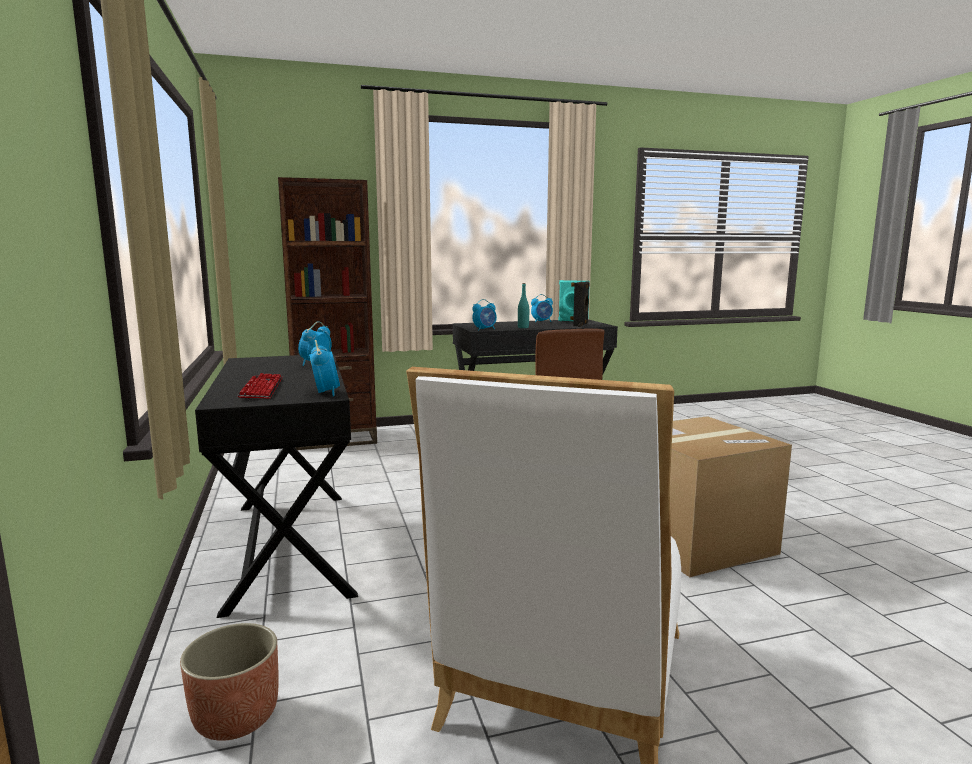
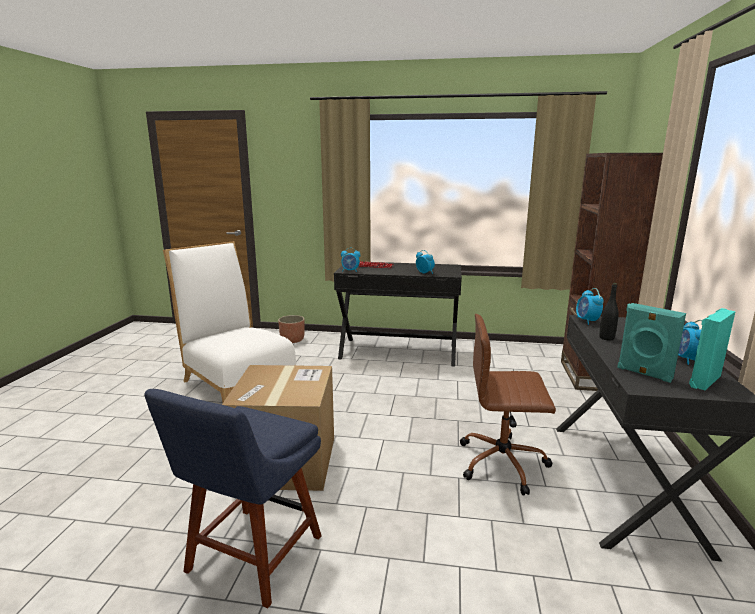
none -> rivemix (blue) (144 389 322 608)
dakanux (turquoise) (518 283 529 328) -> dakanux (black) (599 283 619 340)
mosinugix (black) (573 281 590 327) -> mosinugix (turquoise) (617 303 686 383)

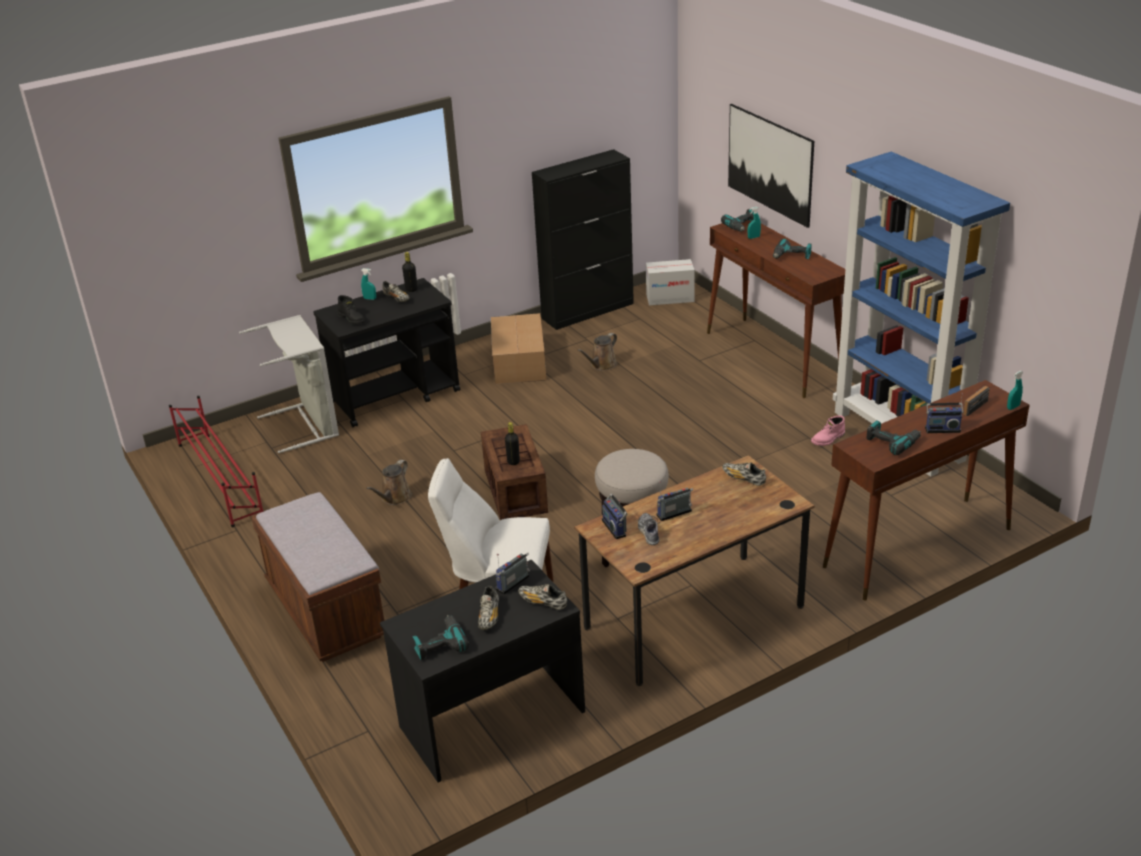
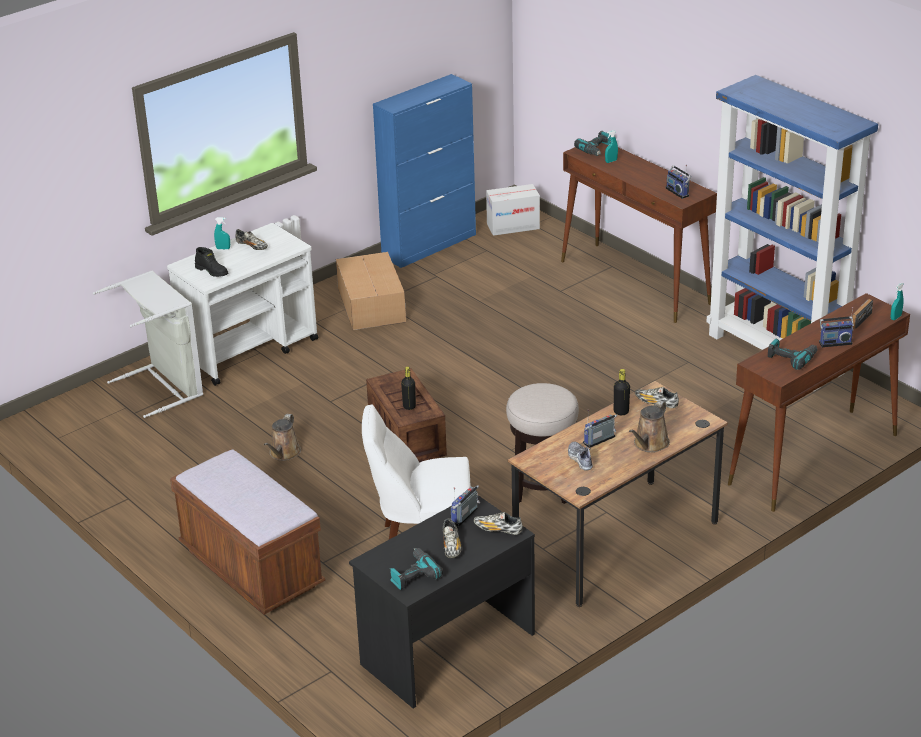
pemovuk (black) (313 278 460 427) -> pemovuk (white) (167 223 318 386)
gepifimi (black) (532 149 634 330) -> gepifimi (blue) (373 74 476 268)
dakanux (black) (402 252 418 292) -> dakanux (black) (614 369 630 415), move
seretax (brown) (577 333 617 371) -> seretax (brown) (629 400 670 453), move
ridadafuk (602 494 628 539) -> ridadafuk (665 165 691 199), move
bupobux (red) (169 396 263 527) -> none
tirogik (728 104 814 228) -> none
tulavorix (773 239 812 259) -> none
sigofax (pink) (811 415 845 446) -> none

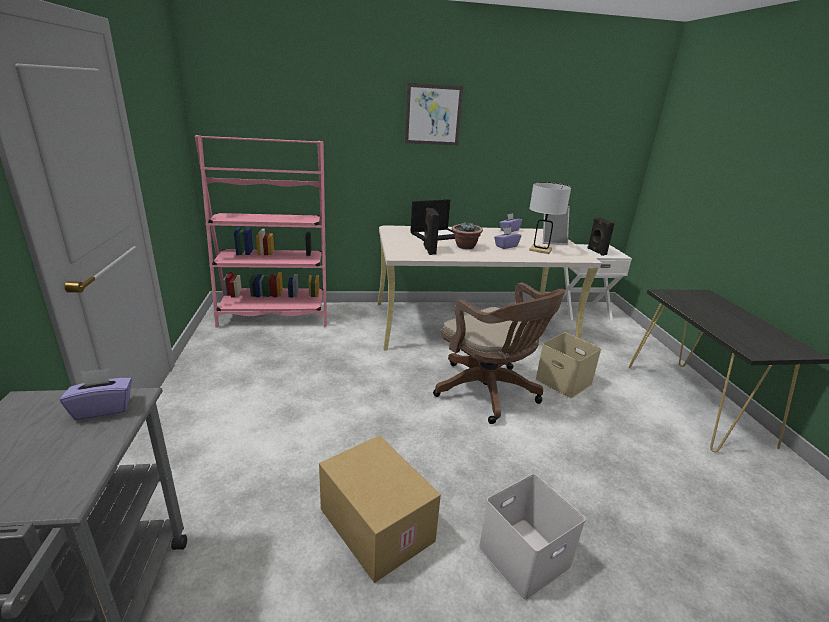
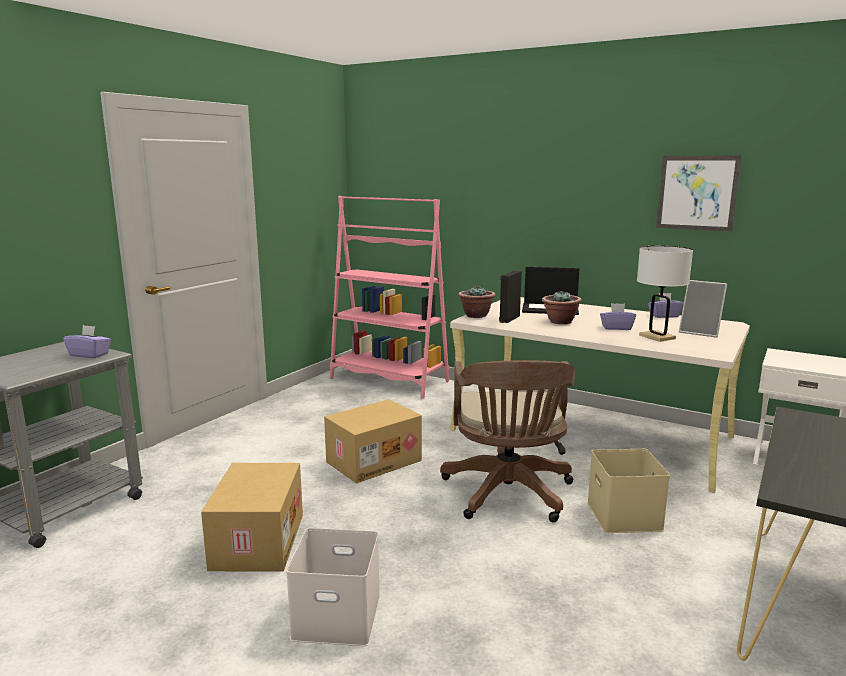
none -> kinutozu (324 399 422 483)
none -> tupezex (458 285 495 318)
tirogik (405 83 463 146) -> tirogik (656 155 742 232), move
mosinugix (black) (587 217 615 256) -> none

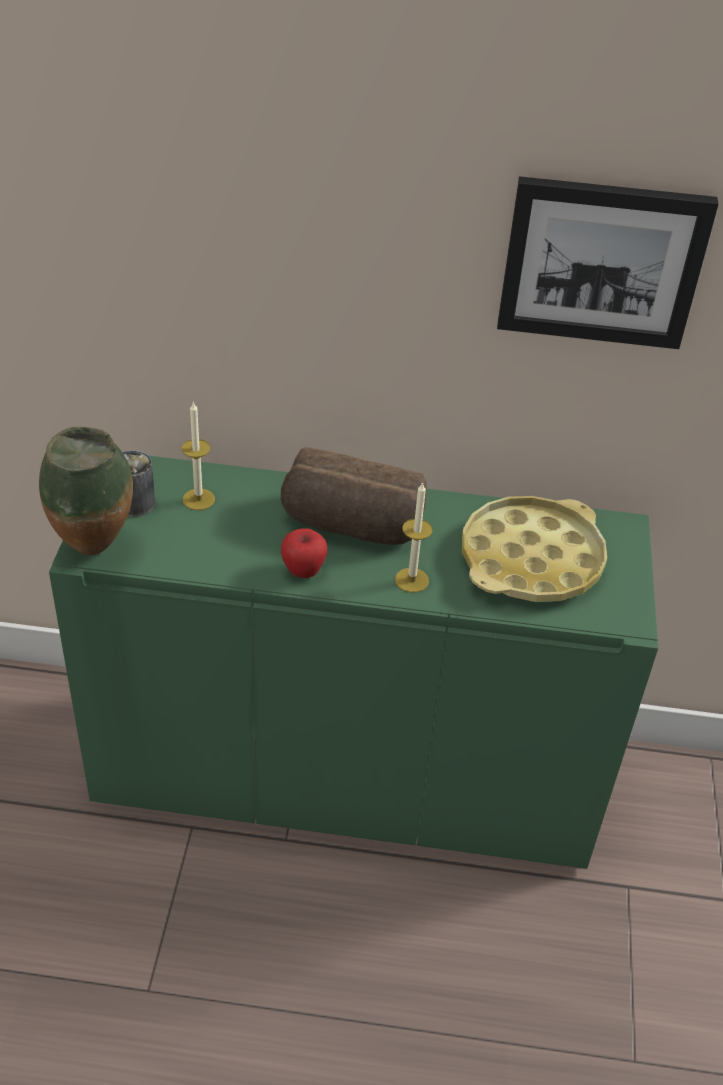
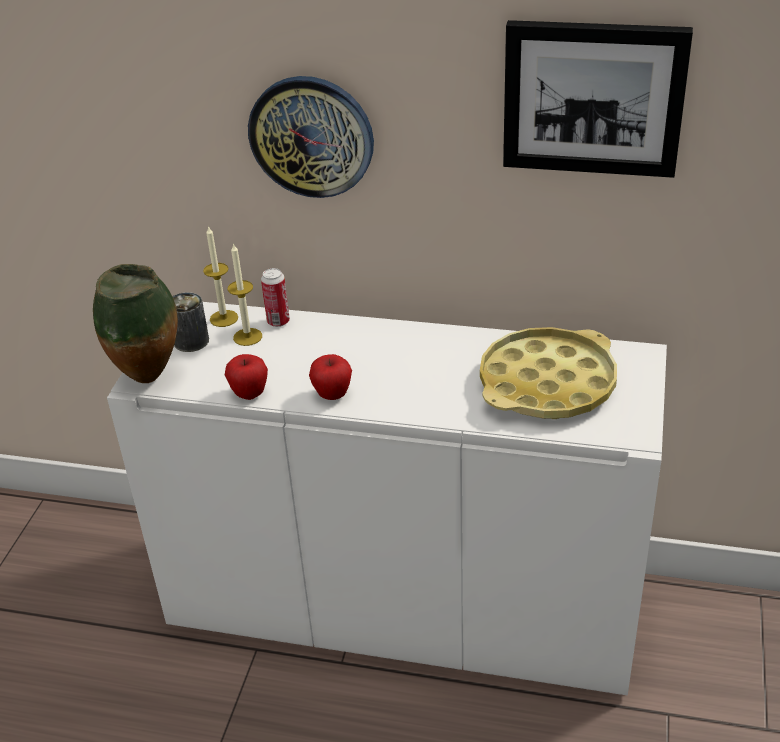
gepifimi (green) (49 456 658 869) -> gepifimi (white) (107 302 667 696)
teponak (395 482 433 592) -> teponak (203 225 238 327), move
none -> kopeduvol (225 354 268 400)
none -> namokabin (248 76 374 198)
none -> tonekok (261 268 290 327)
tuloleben (281 447 427 545) -> none

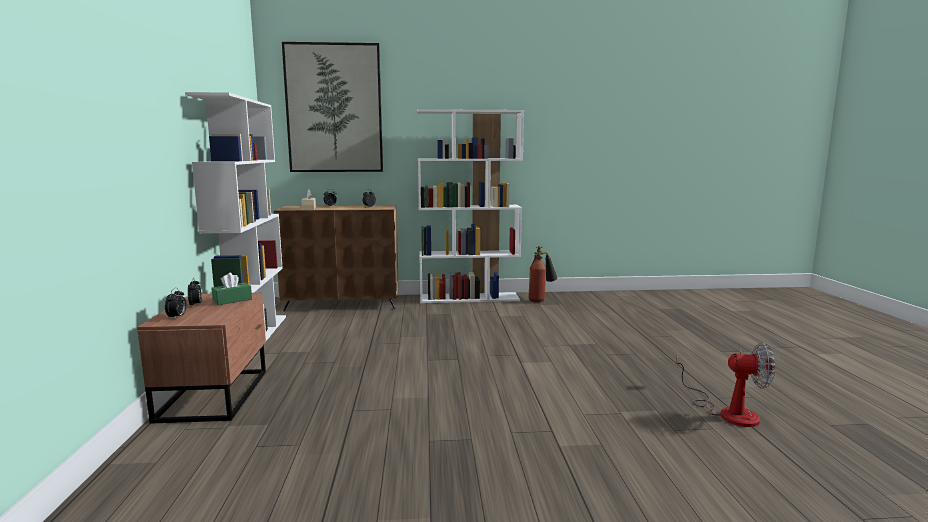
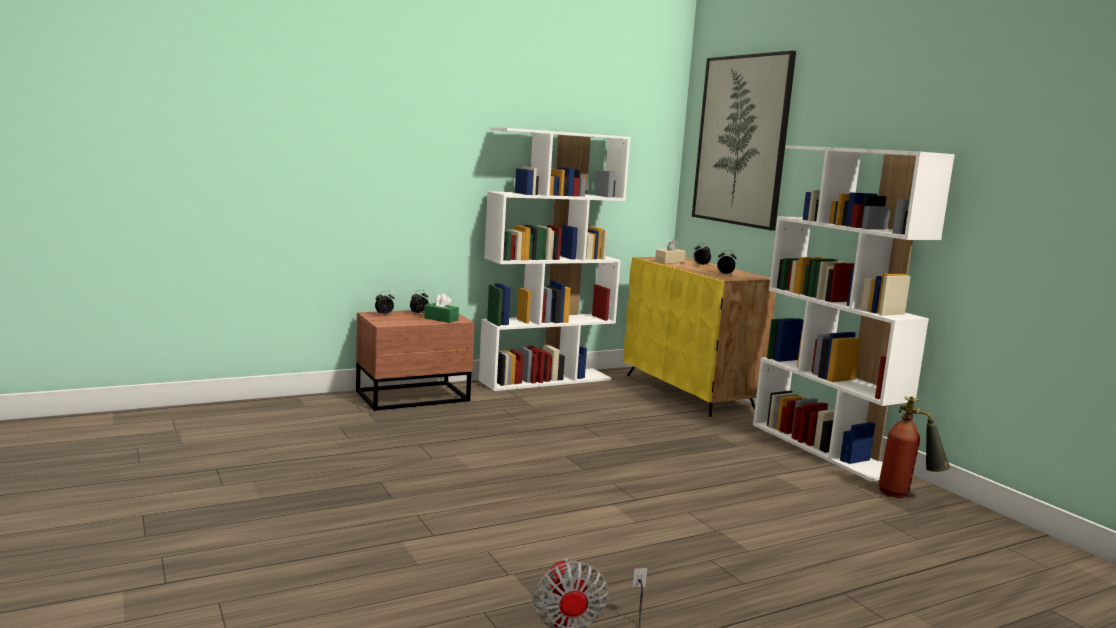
gepifimi (brown) (273 205 399 311) -> gepifimi (yellow) (623 257 776 417)

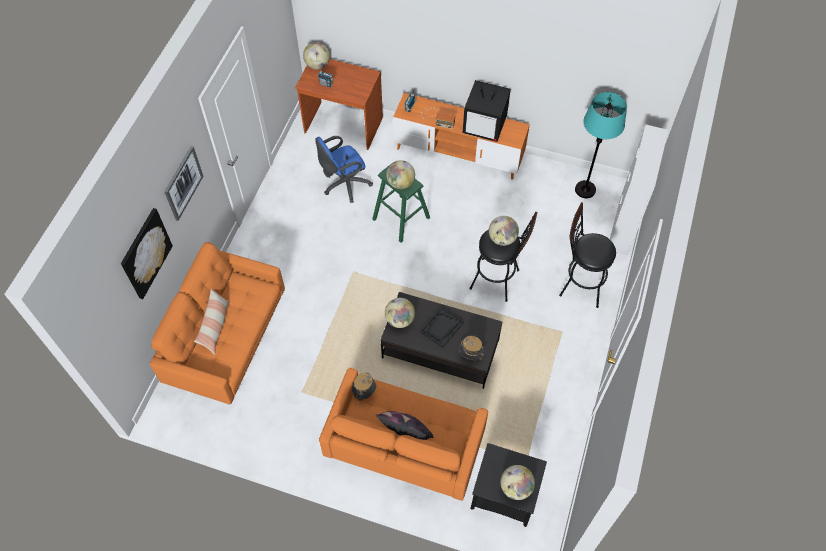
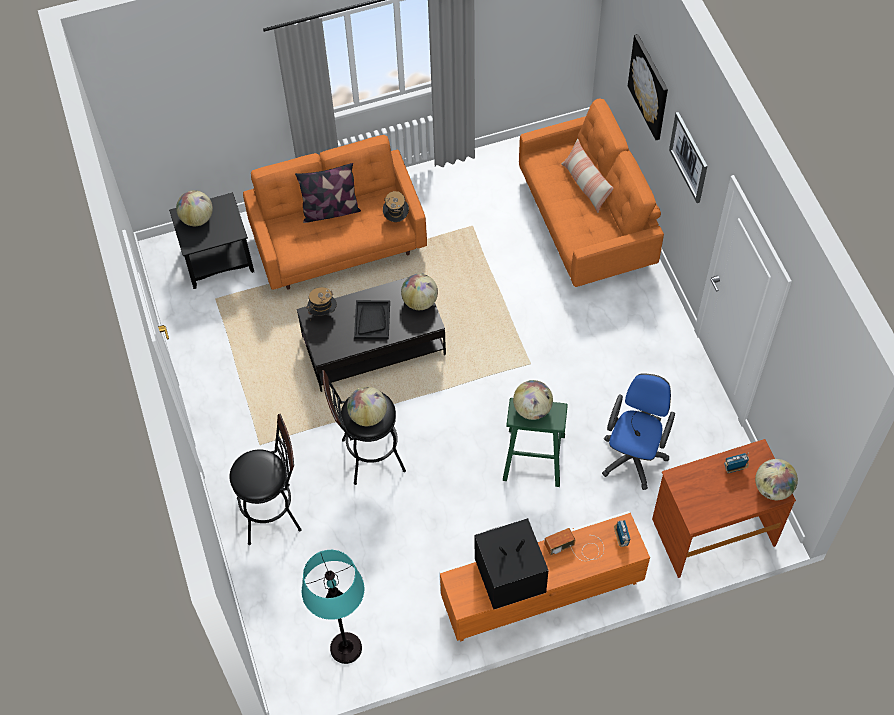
gepifimi (white) (610 125 668 255) -> none

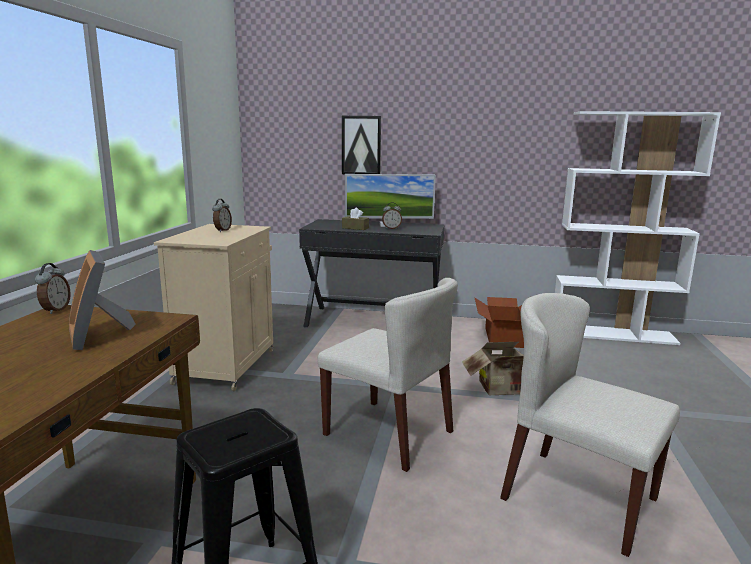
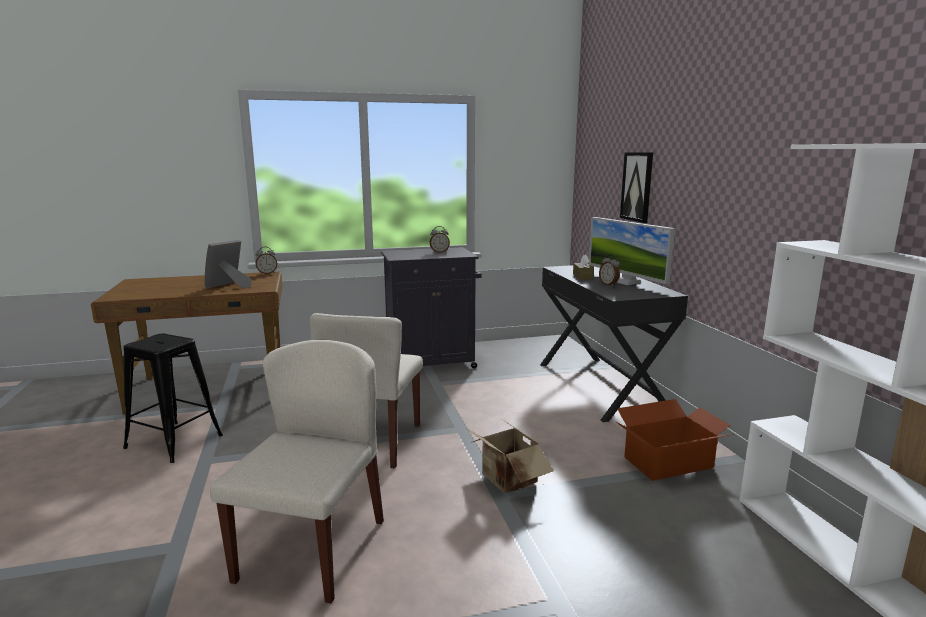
gepifimi (beige) (154 224 274 391) -> gepifimi (black) (381 247 482 368)

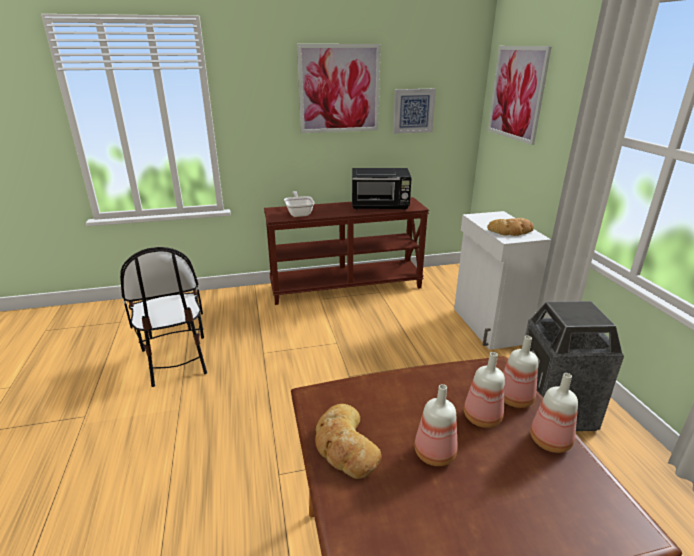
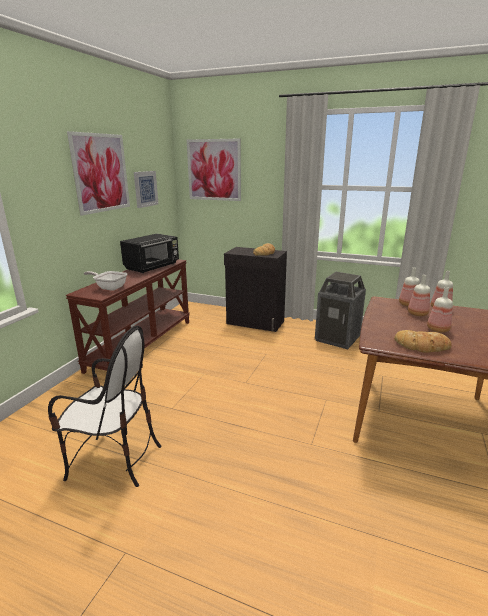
gepifimi (white) (454 211 551 350) -> gepifimi (black) (224 247 287 332)

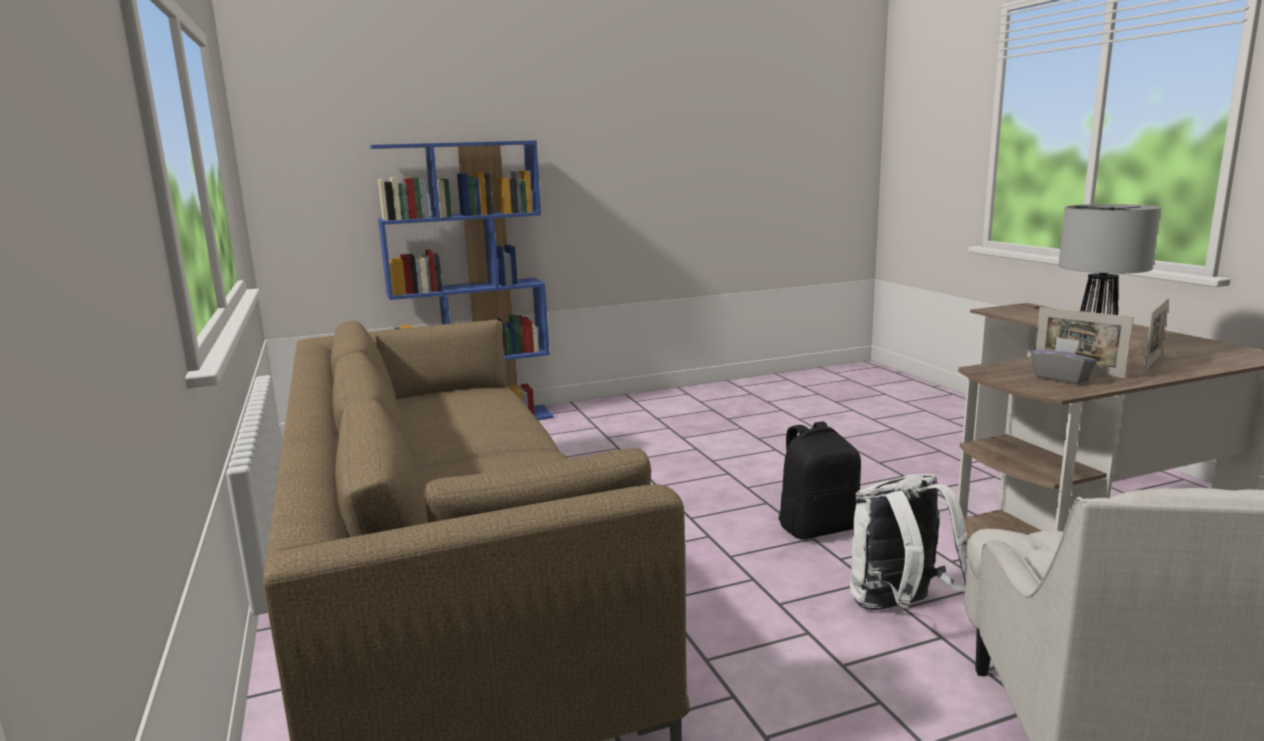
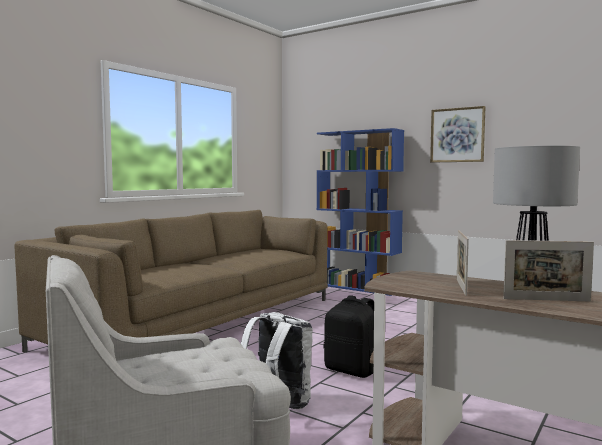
none -> tirogik (430 106 485 163)
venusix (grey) (1031 337 1097 385) -> none

